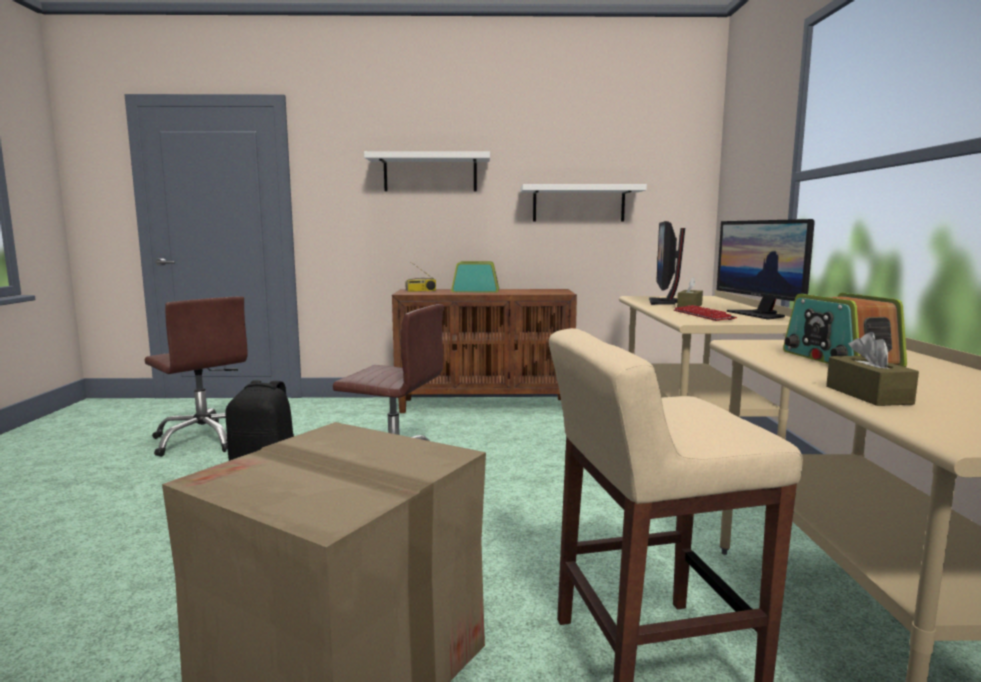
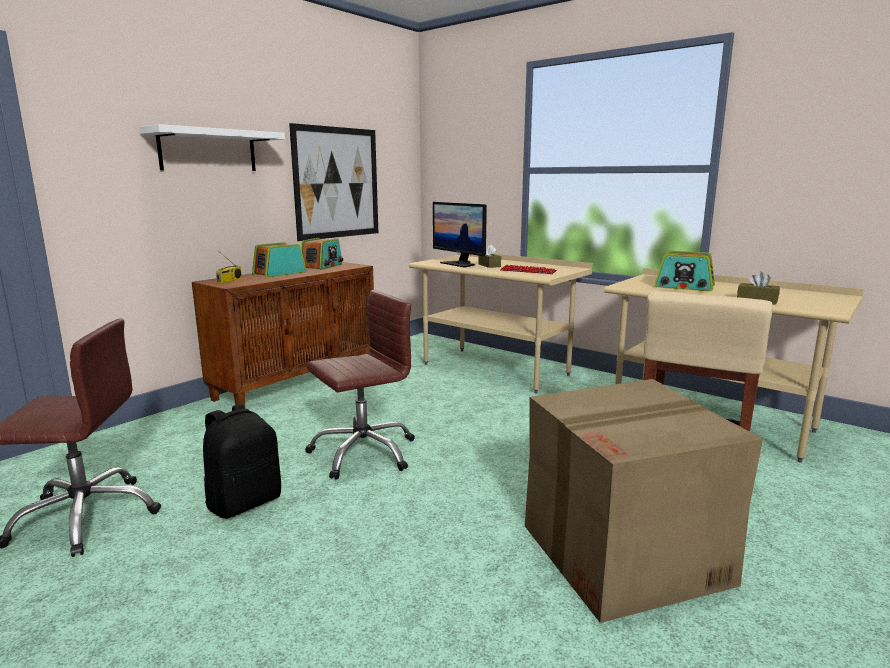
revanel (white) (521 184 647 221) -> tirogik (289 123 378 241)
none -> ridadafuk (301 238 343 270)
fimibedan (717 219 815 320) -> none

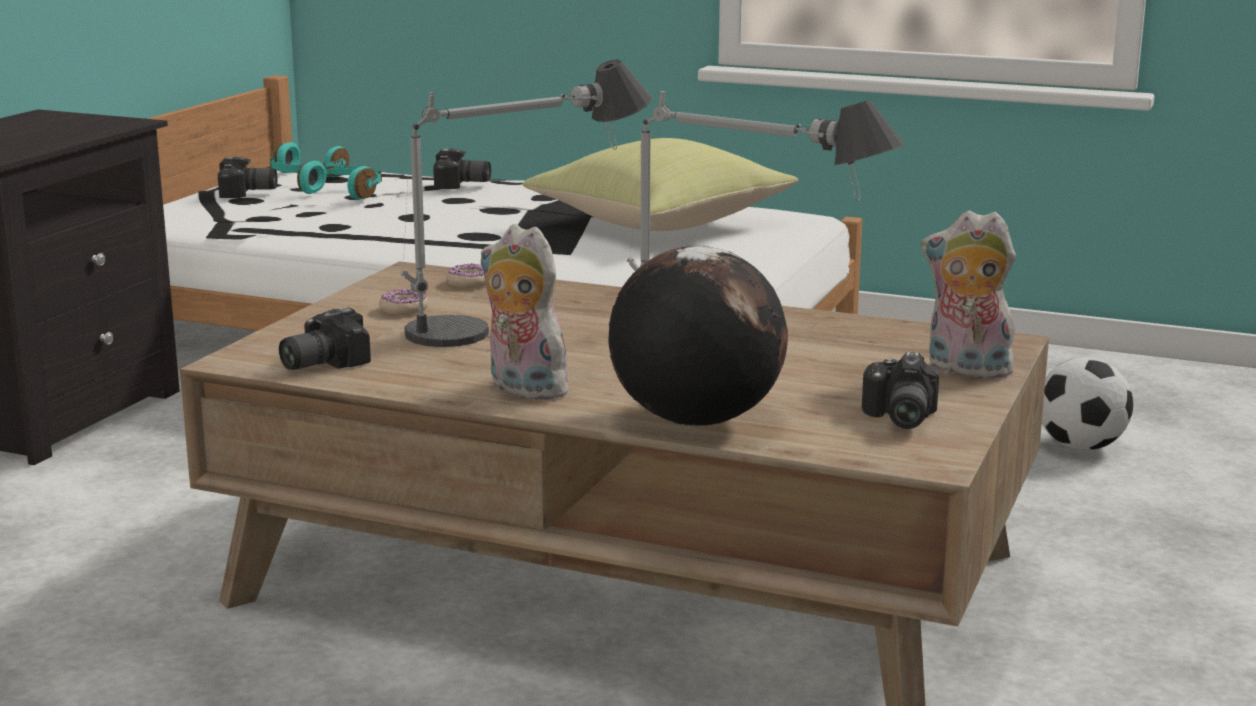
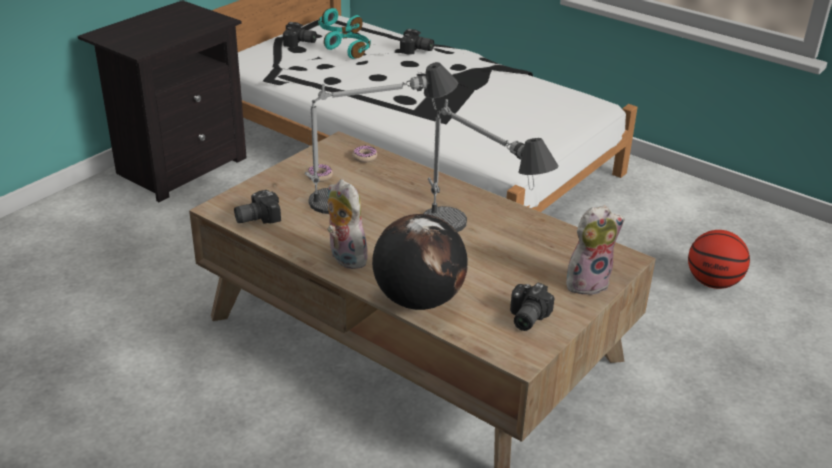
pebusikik (921 211 1021 379) -> pebusikik (566 205 625 295), 120 degrees clockwise
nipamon (1042 358 1133 450) -> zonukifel (688 230 750 289)
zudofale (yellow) (523 138 798 231) -> none

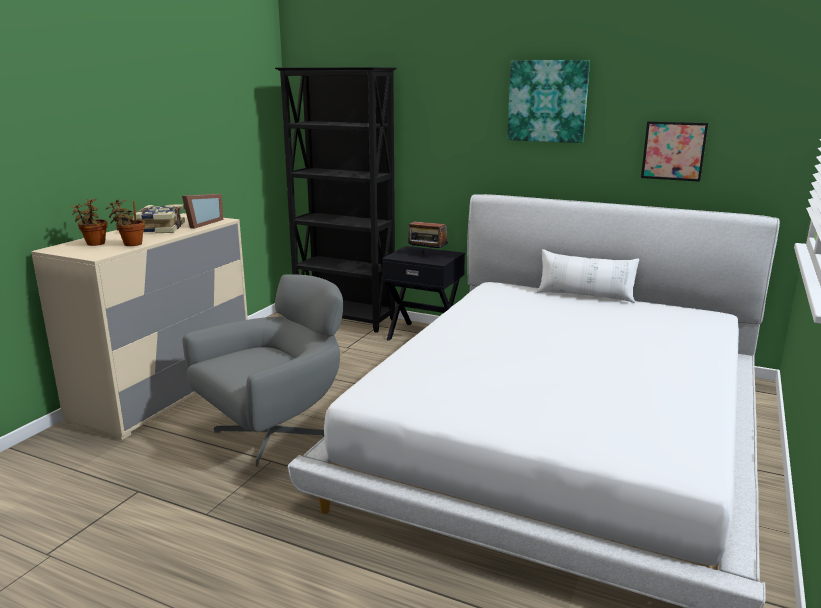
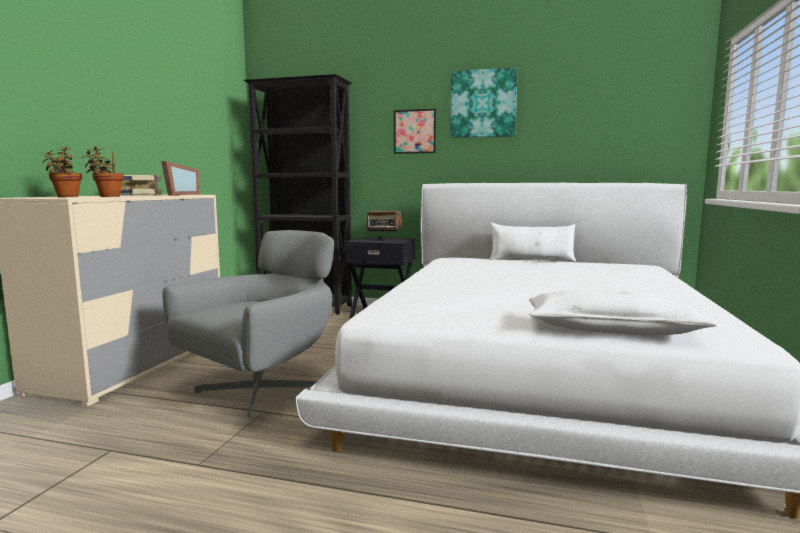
tirogik (641 121 708 182) -> tirogik (394 109 436 154), move
none -> zudofale (white) (529 290 717 335)

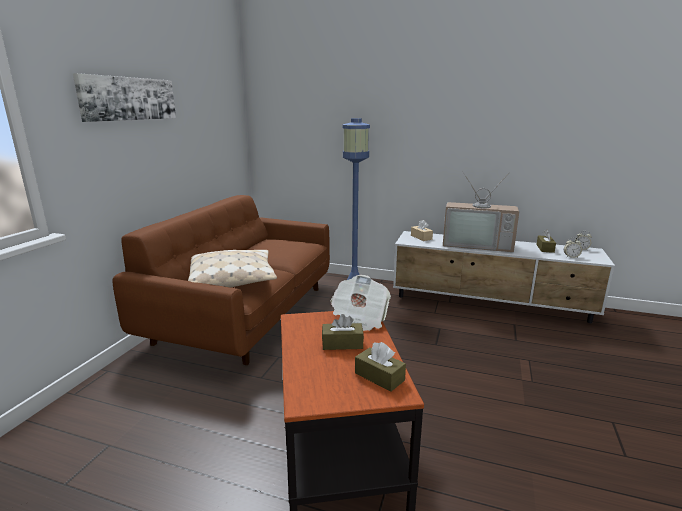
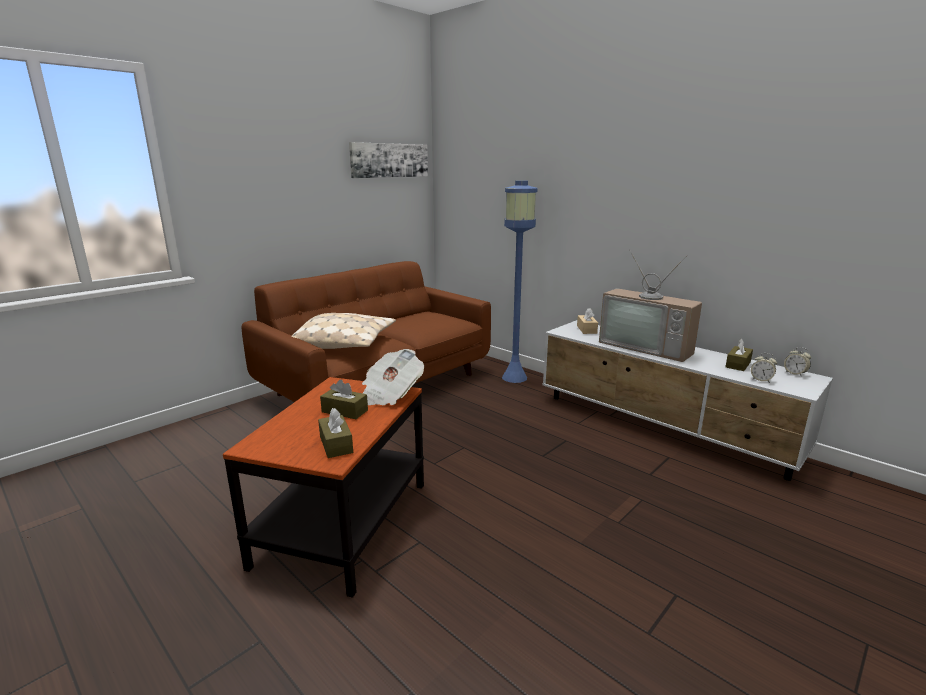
tirogik (73 73 176 122) -> tirogik (349 142 428 178), move

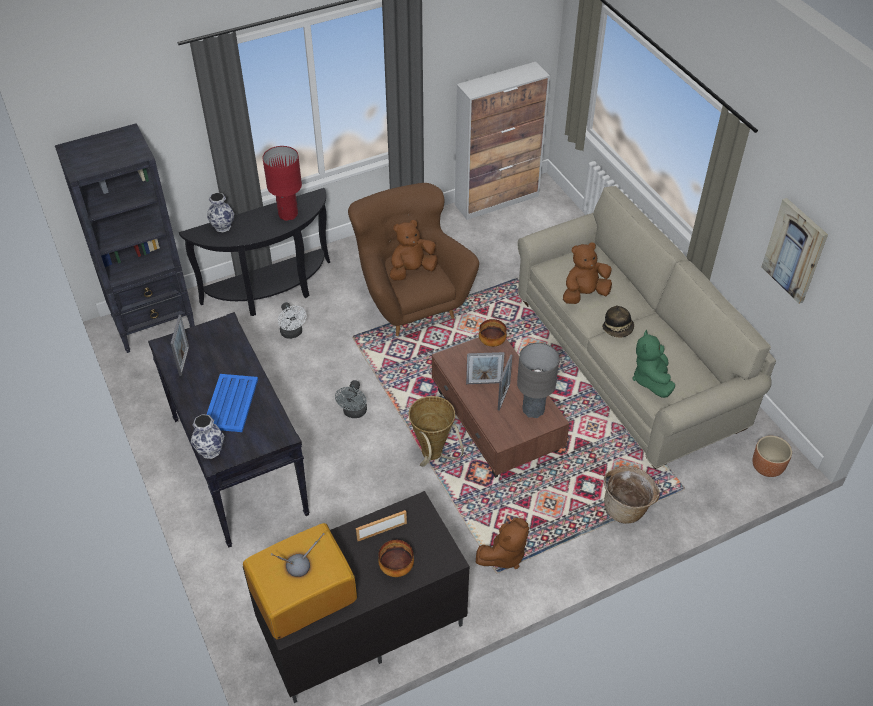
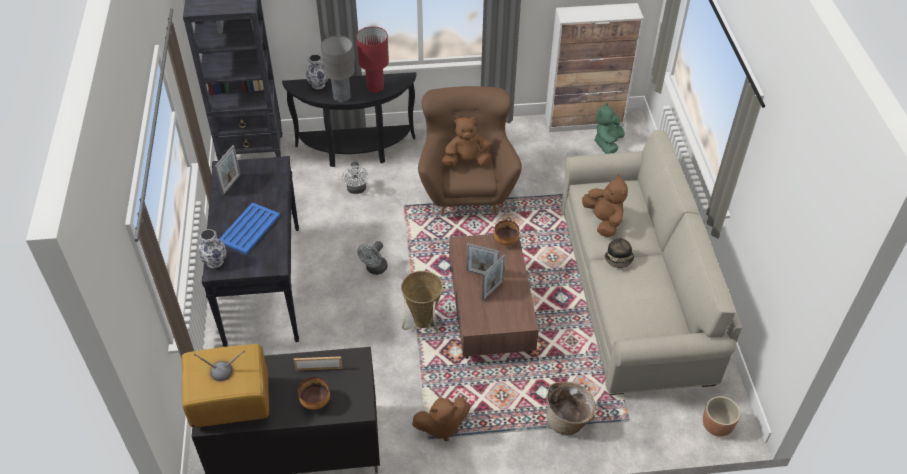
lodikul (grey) (517 343 559 418) -> lodikul (grey) (321 35 355 102), move
pebusikik (brown) (563 242 612 304) -> pebusikik (brown) (582 174 628 237), 75 degrees clockwise
pebusikik (green) (632 330 675 398) -> pebusikik (green) (594 103 625 154), move
tirogik (762 198 828 304) -> none

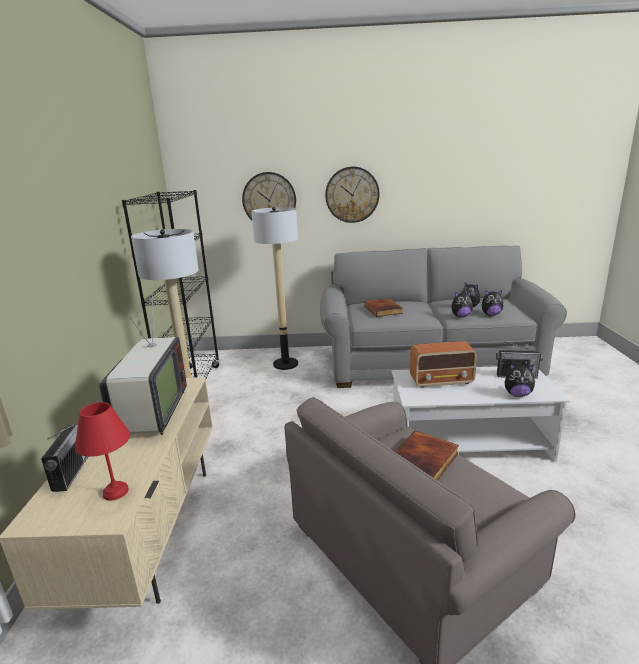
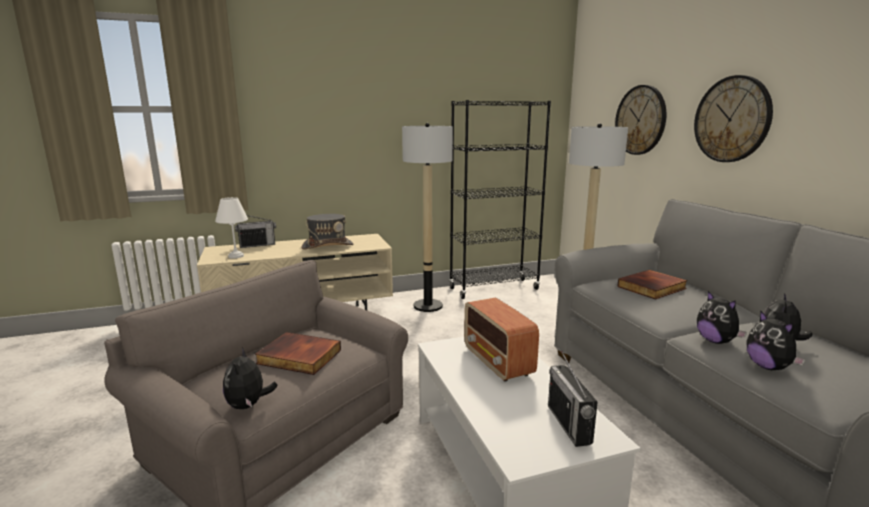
lodikul (red) (75 402 130 501) -> lodikul (white) (215 197 248 259)
pebusikik (505 364 535 397) -> pebusikik (223 347 278 409), move
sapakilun (99 293 187 435) -> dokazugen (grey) (301 214 354 250)

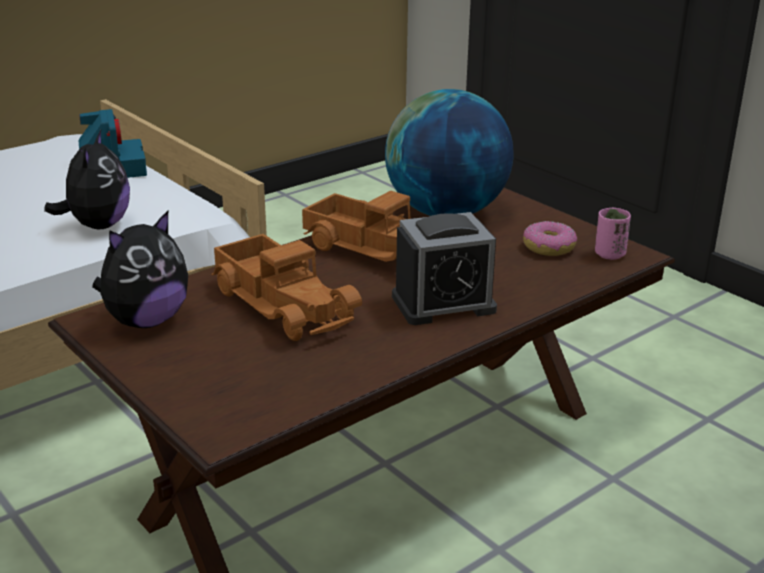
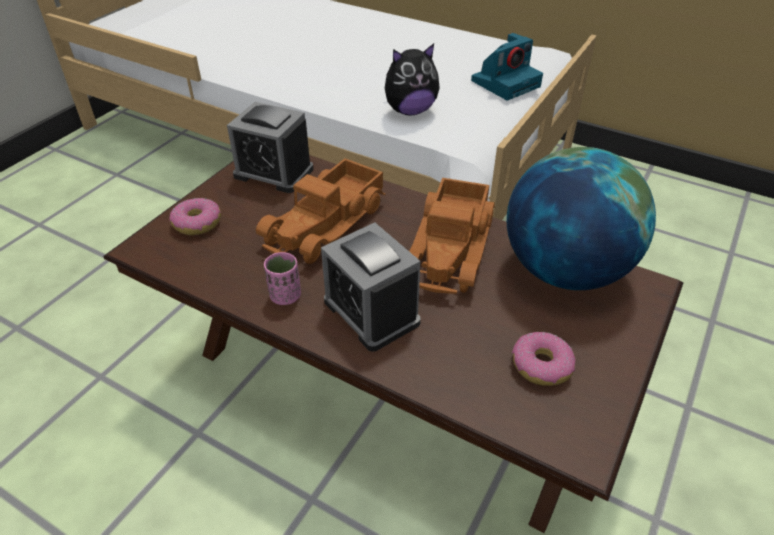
none -> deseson (170 198 221 235)
pebusikik (92 211 188 328) -> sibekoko (227 102 314 193)
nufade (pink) (595 208 631 260) -> nufade (pink) (264 252 301 305), move

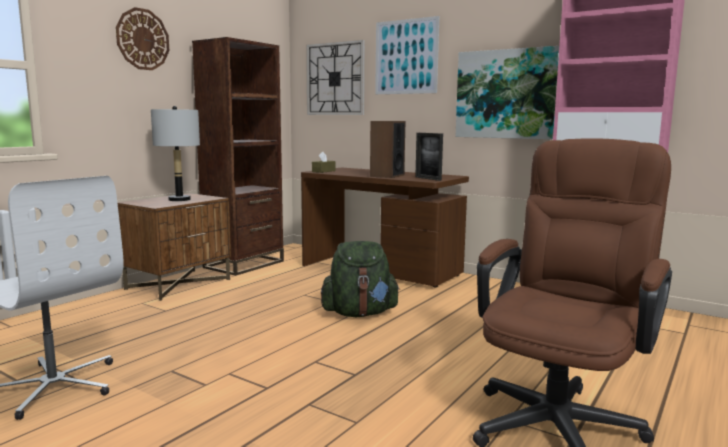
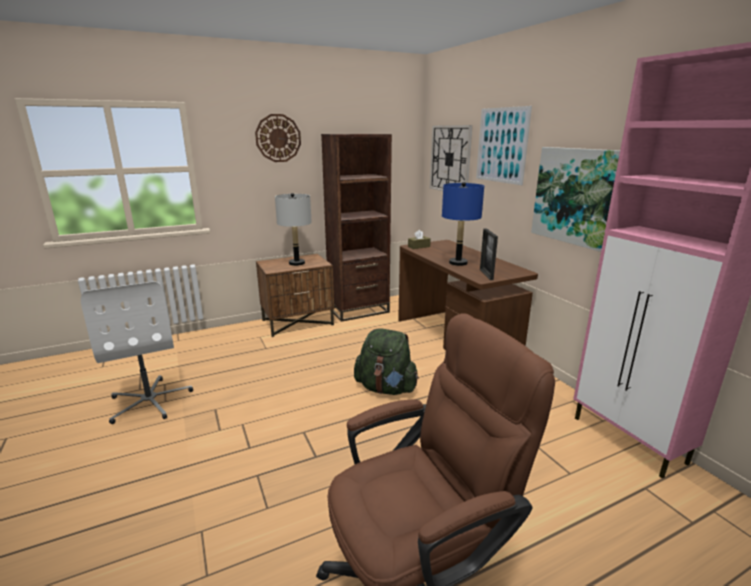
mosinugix (370 121 405 178) -> lodikul (blue) (442 182 484 266)

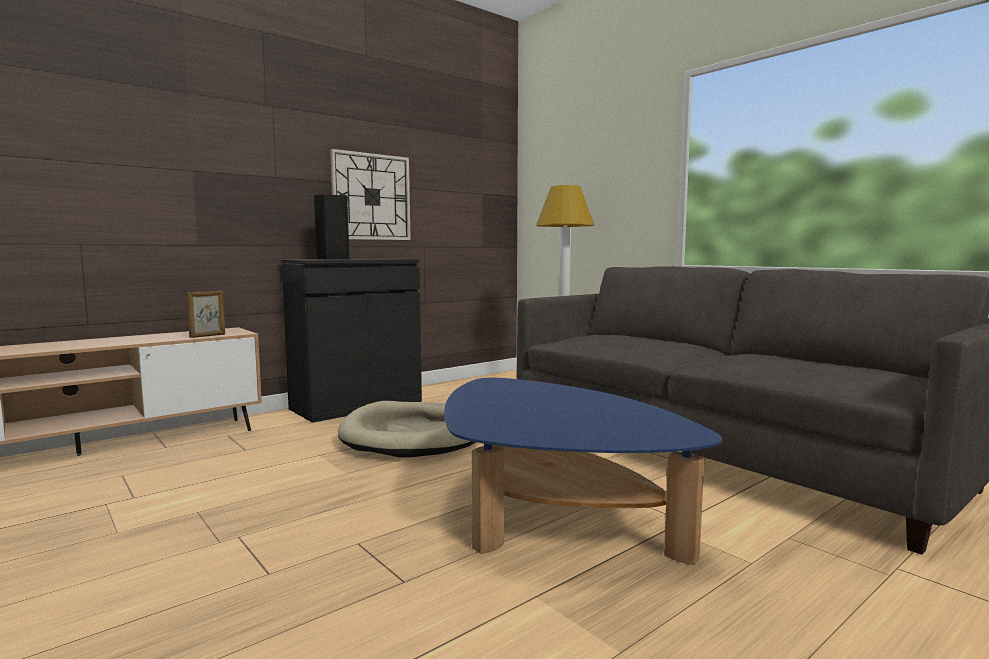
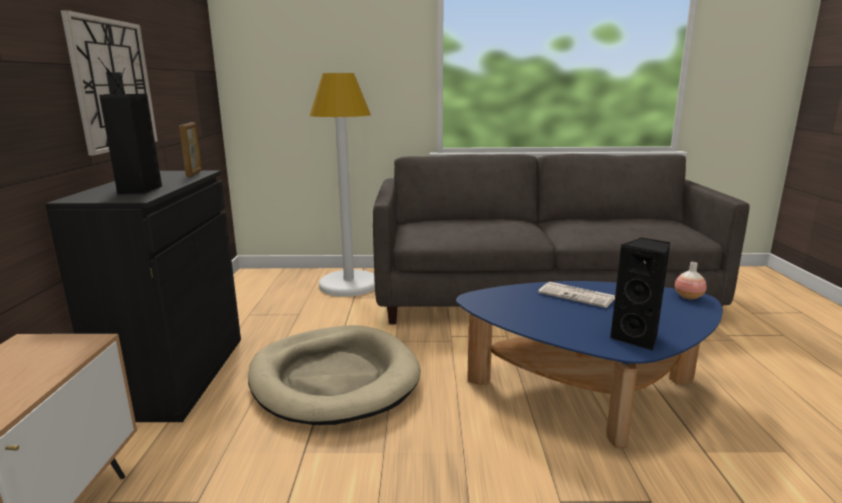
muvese (187 291 225 338) -> muvese (179 122 202 177), move
none -> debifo (538 282 615 308)
none -> mosinugix (black) (610 238 670 350)
none -> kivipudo (675 262 707 300)

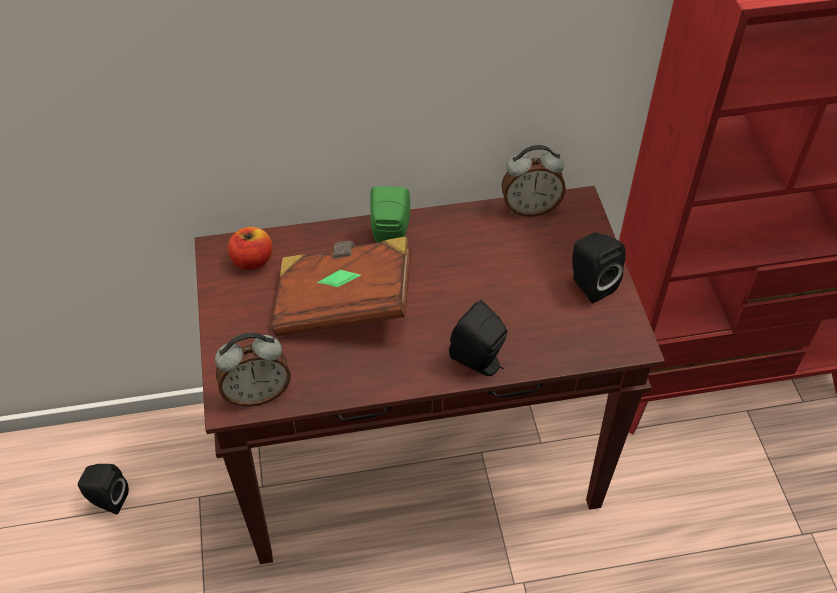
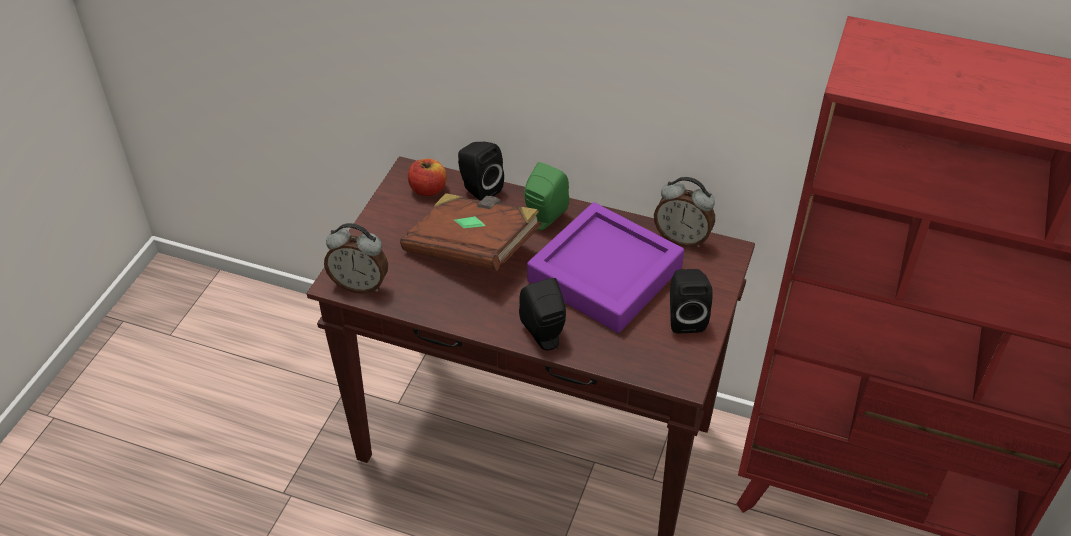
mosinugix (black) (78 464 129 514) -> mosinugix (black) (458 141 504 201), move
none -> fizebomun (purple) (527 202 684 333)

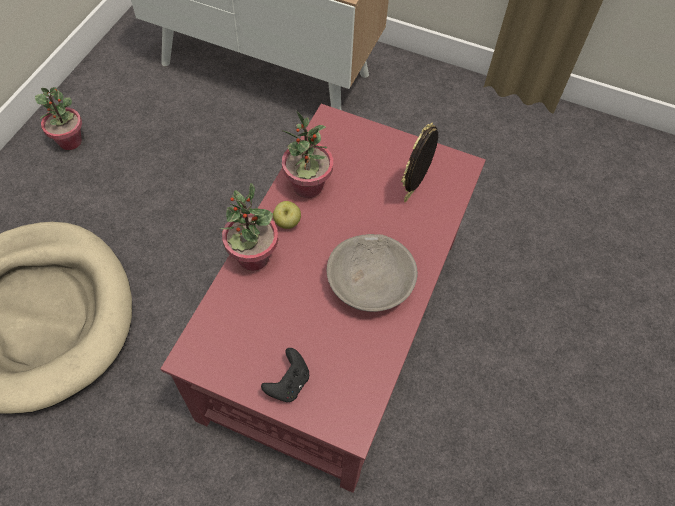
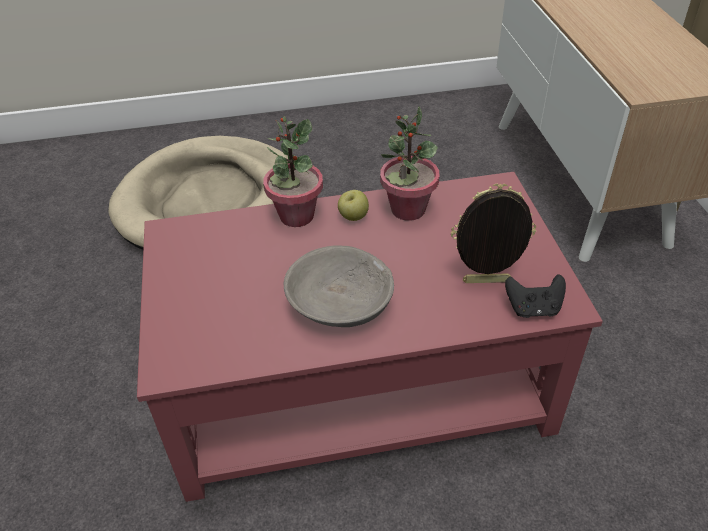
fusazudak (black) (261 348 309 402) -> fusazudak (black) (505 274 566 318), move
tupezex (35 87 82 150) -> none

